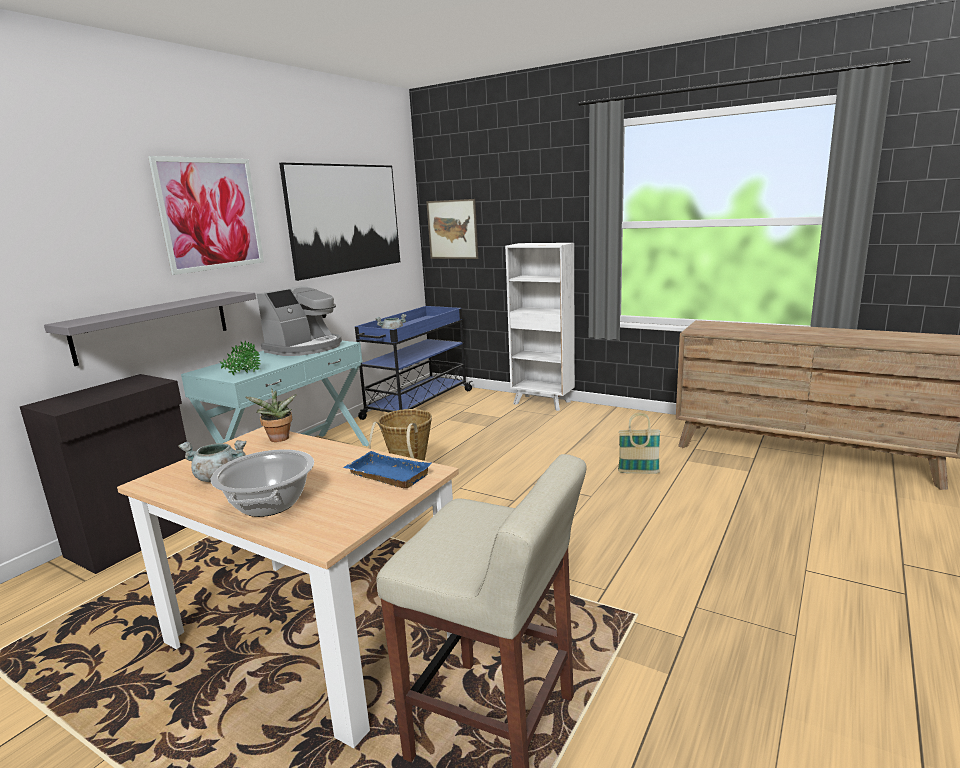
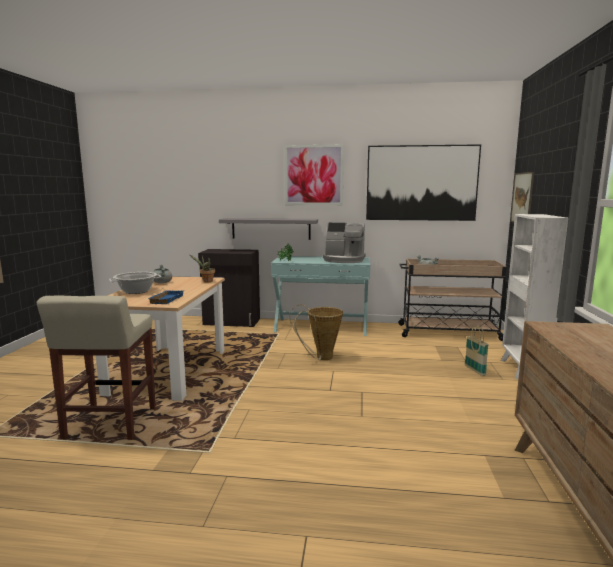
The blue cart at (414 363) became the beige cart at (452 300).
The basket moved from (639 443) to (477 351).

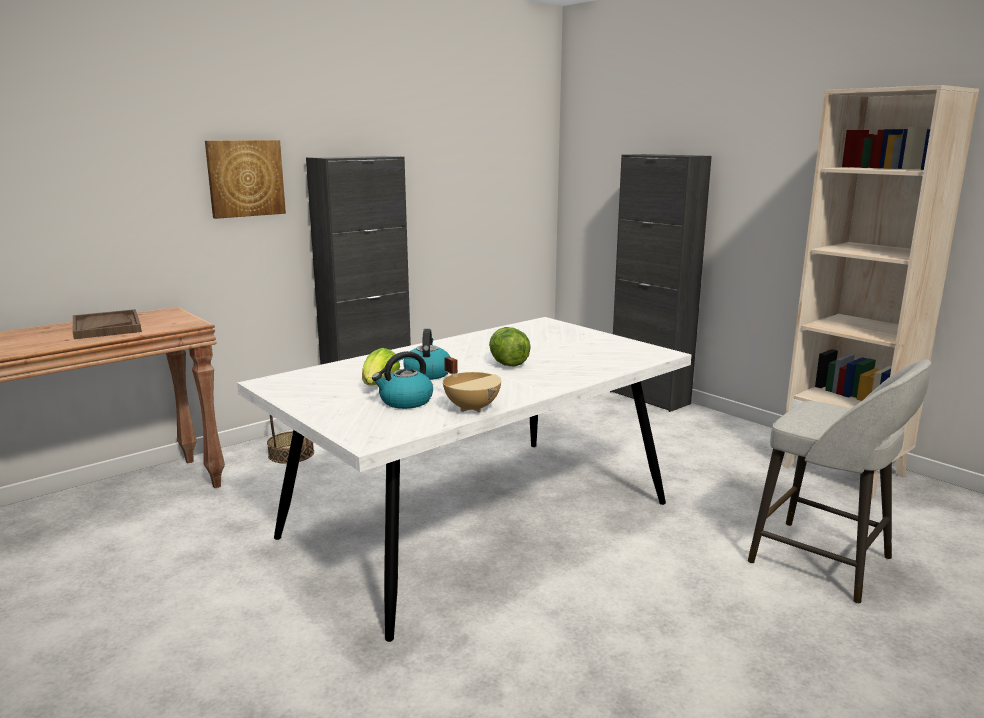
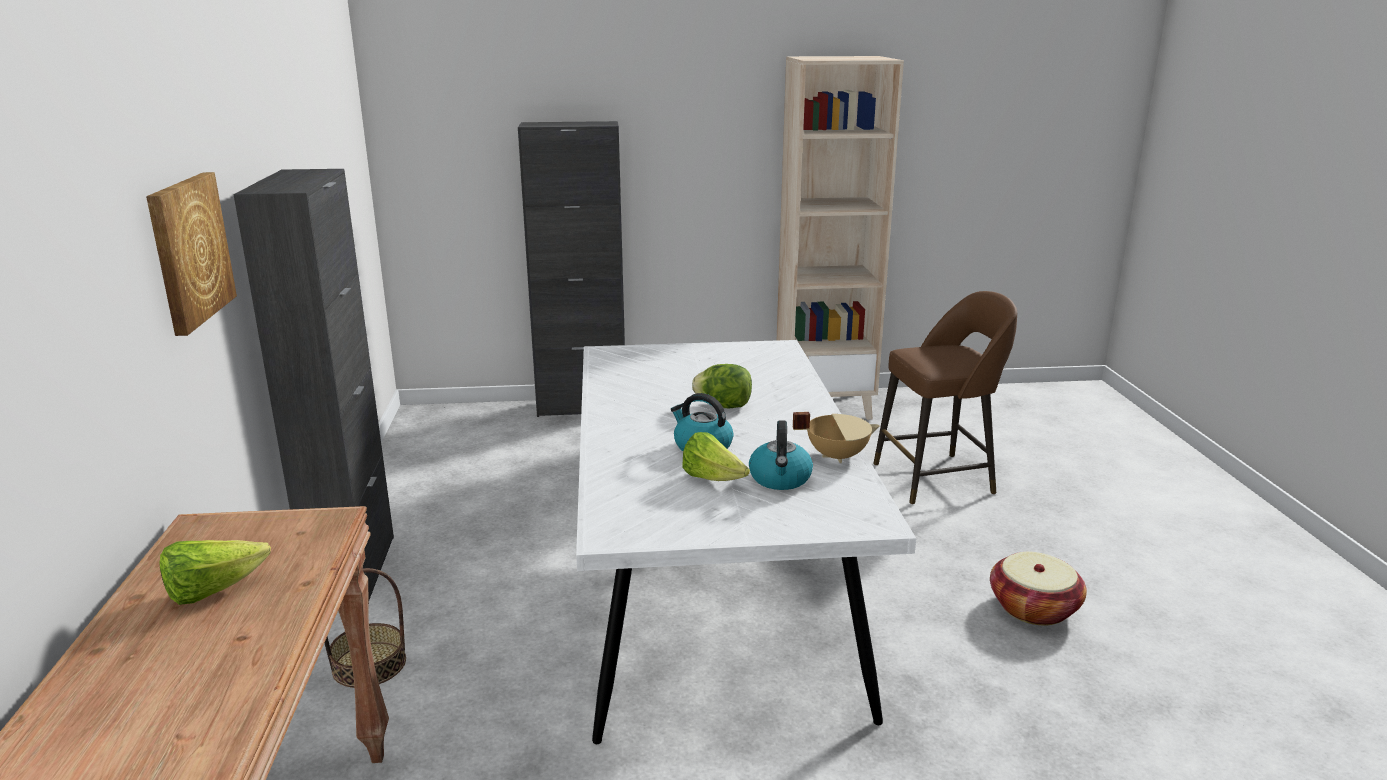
The brown tray at (107 324) was replaced by the lettuce at (215 572).
The grey stool at (839 481) became the brown stool at (945 397).
The basket at (1038 588) appeared.

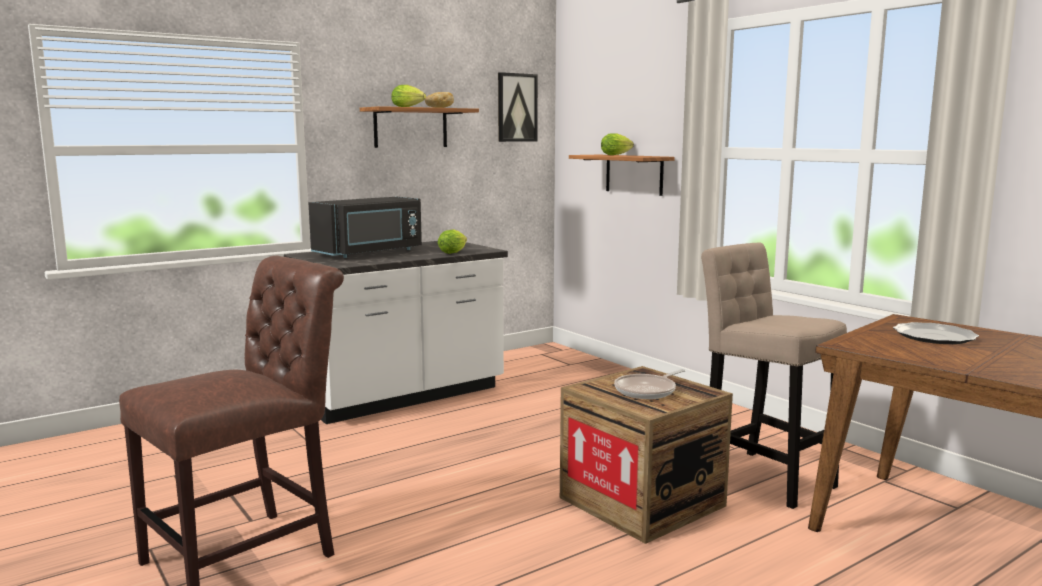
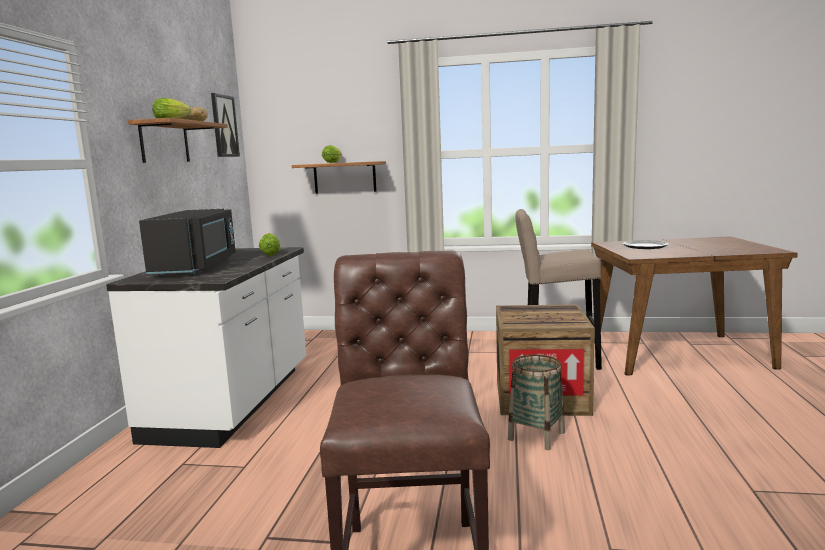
The basket at (536 402) appeared.
The frying pan at (650 384) disappeared.

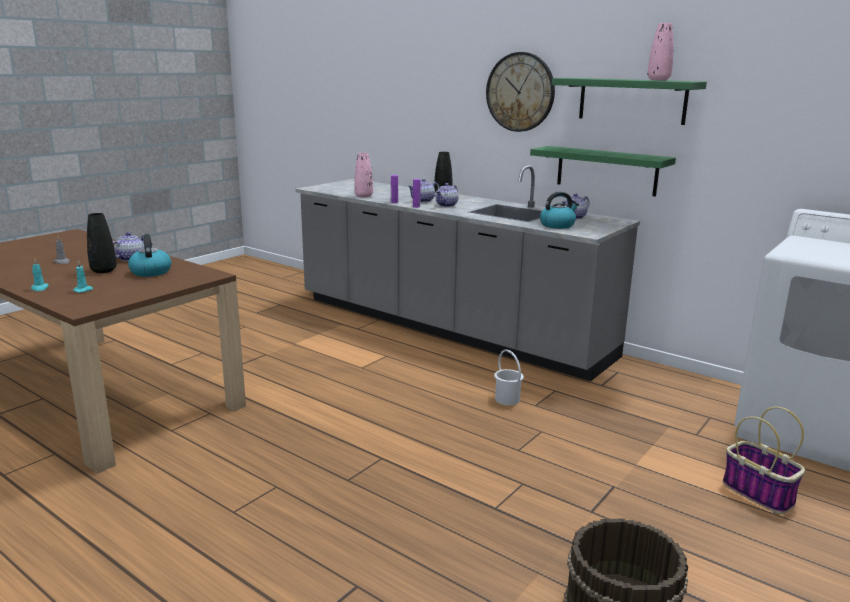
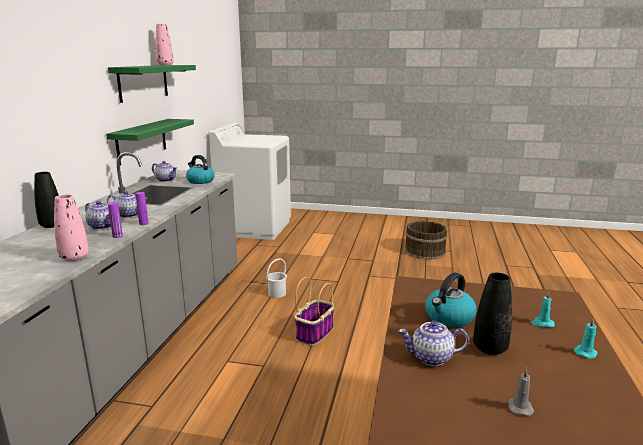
The basket moved from (764 460) to (314 311).
The wall clock at (520 92) disappeared.

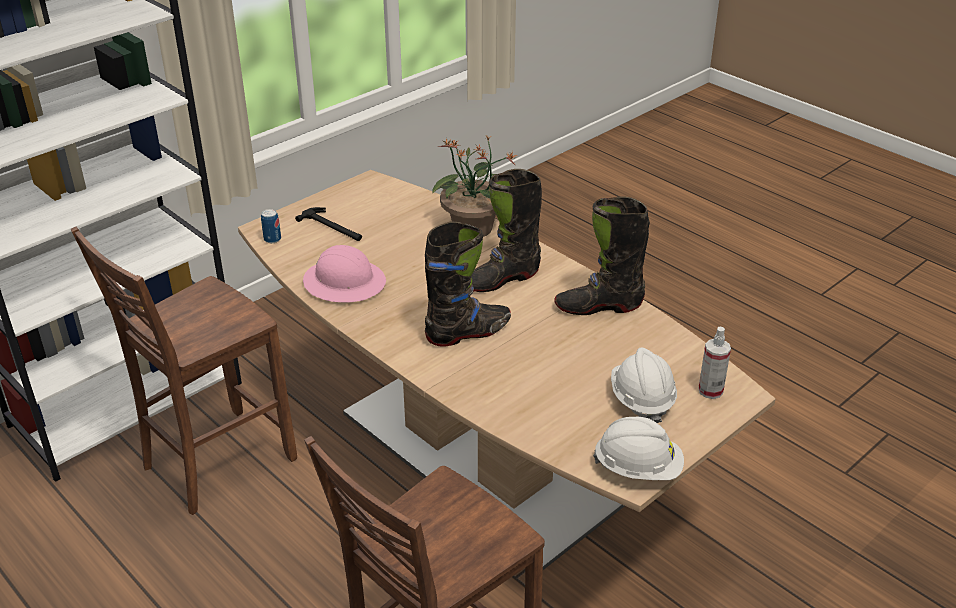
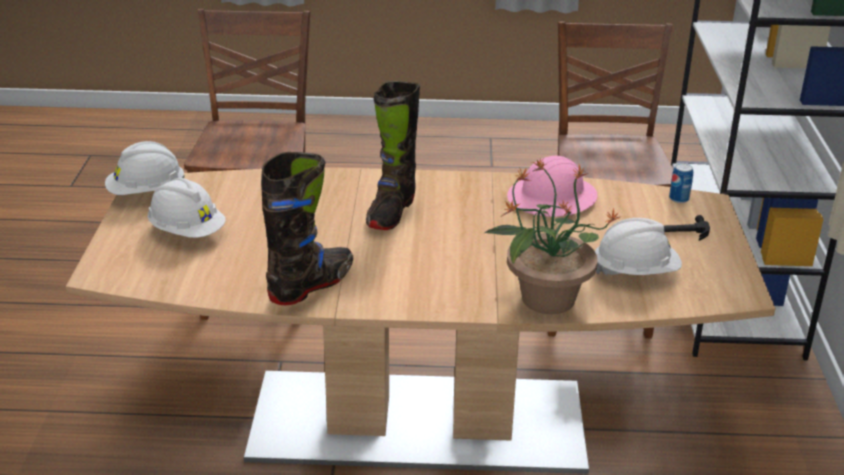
The white hard hat at (638 247) appeared.
The black boot at (506 230) disappeared.
The spray bottle at (714 362) disappeared.

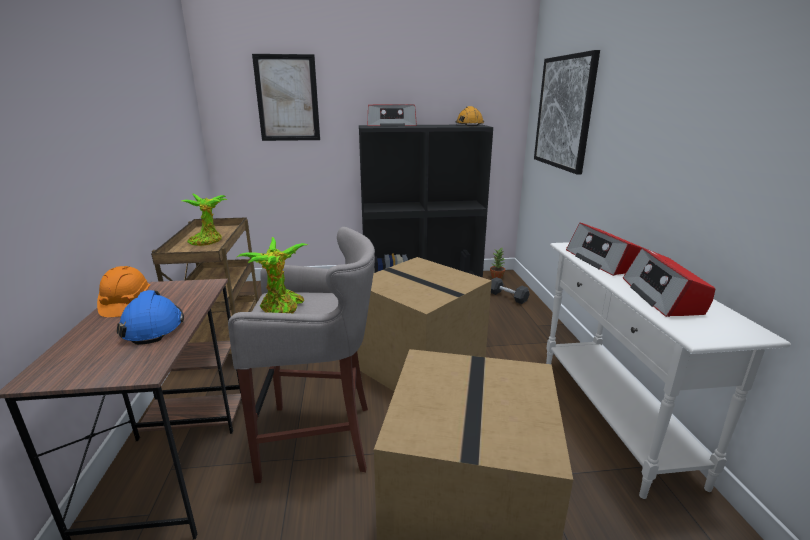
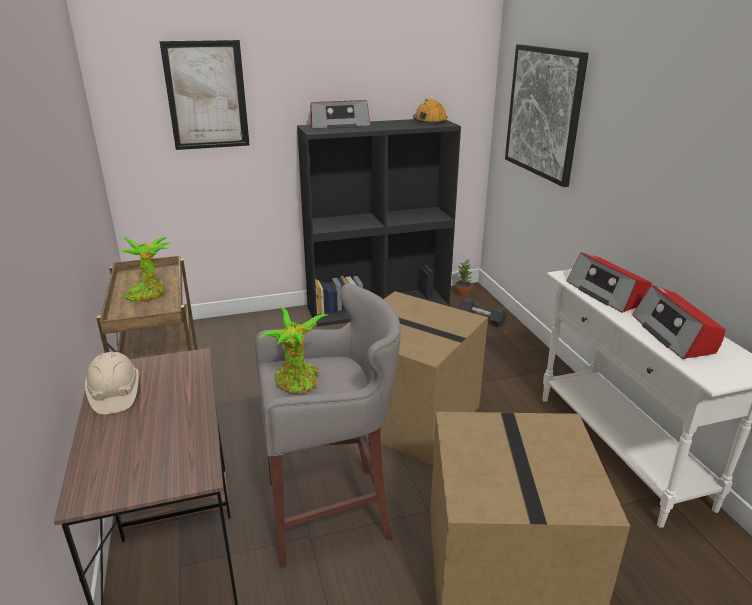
The orange hard hat at (123 291) became the beige hard hat at (112 383).
The blue hard hat at (150 317) disappeared.

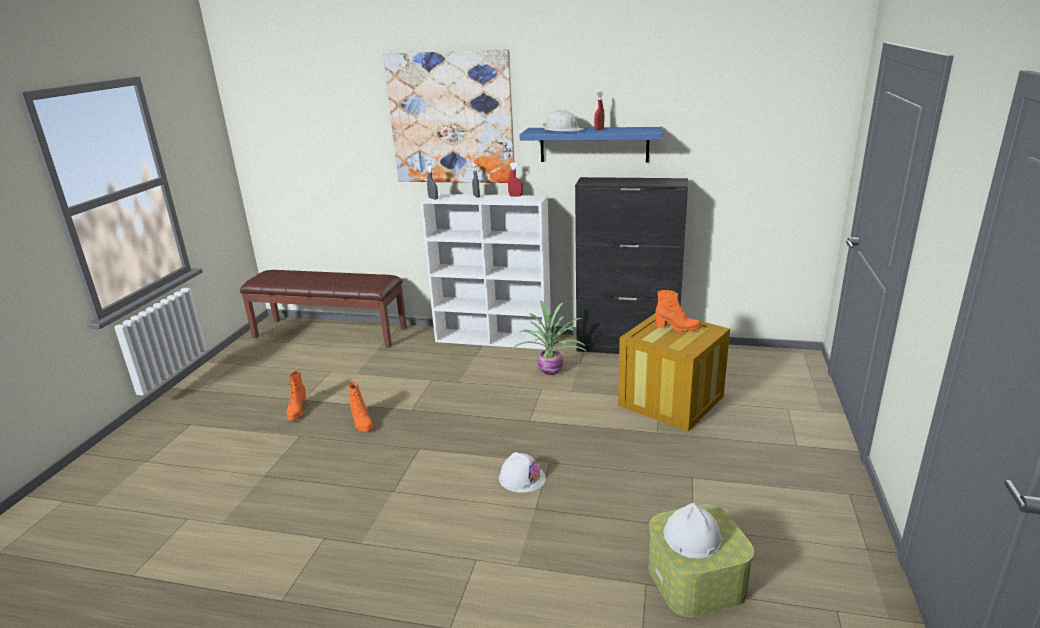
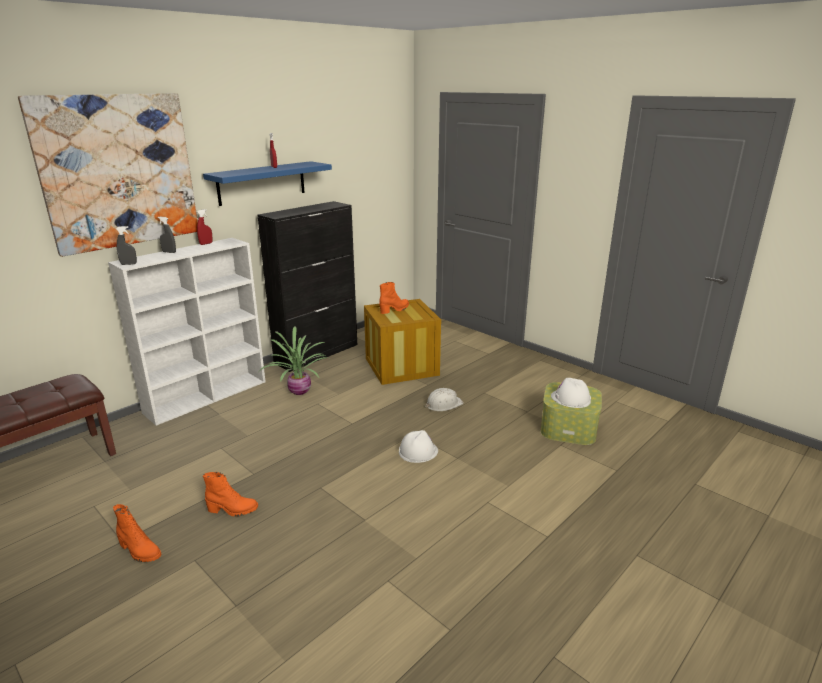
The white hard hat moved from (563 121) to (444 399).

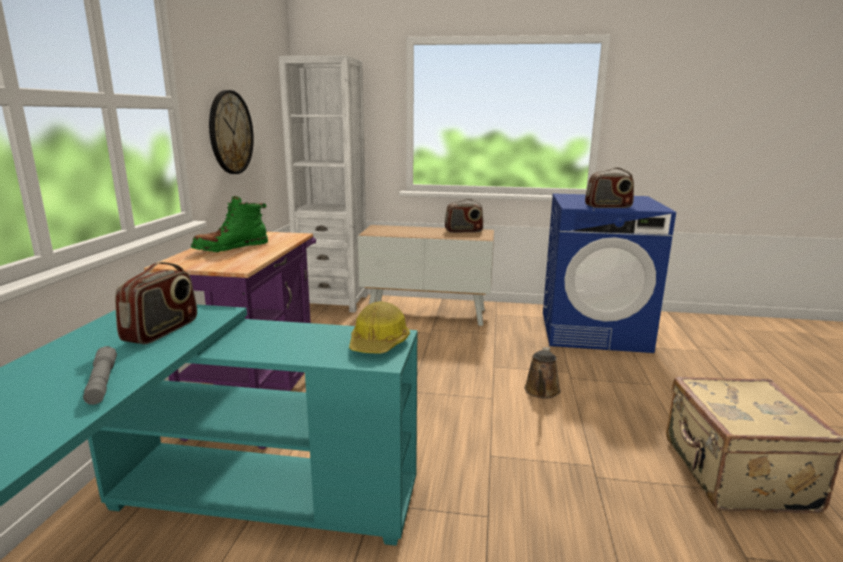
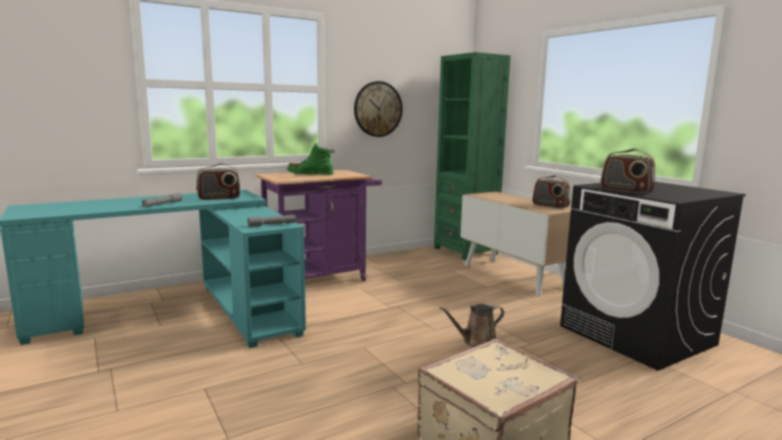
The hard hat at (379 327) was replaced by the grey flashlight at (271 221).
The white bookcase at (323 184) became the green bookcase at (472 156).
The blue washing machine at (609 273) became the black washing machine at (653 276).

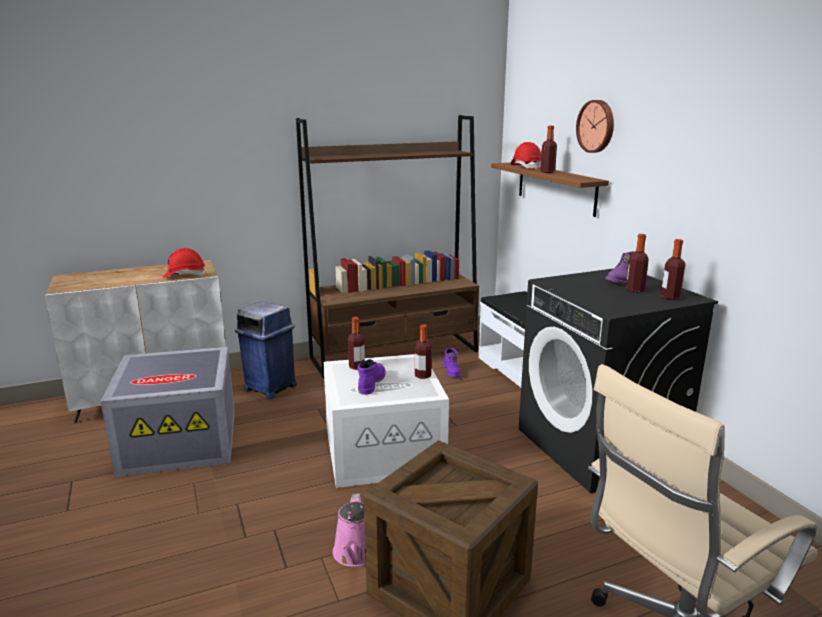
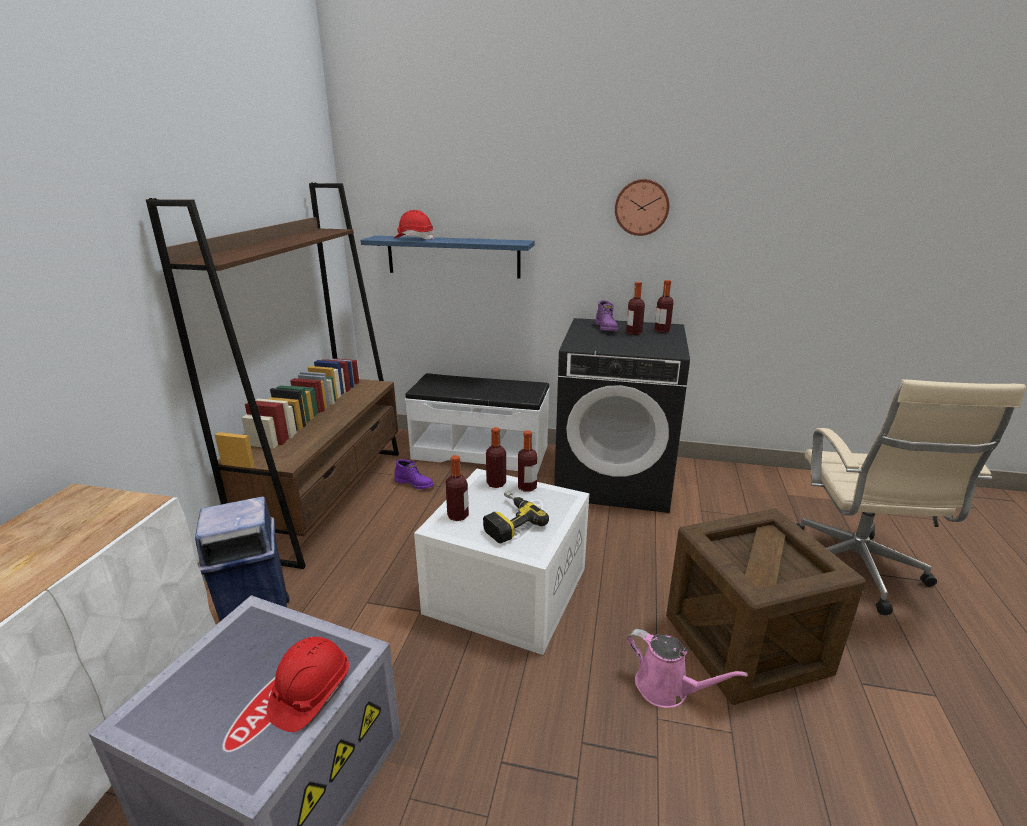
The red hard hat moved from (184 263) to (308 684).
The brown shelf at (550 190) became the blue shelf at (448 257).
The purple boot at (371 377) was replaced by the power drill at (516 516).
The bottle moved from (548 149) to (496 457).
The wall clock moved from (595 126) to (642 207).

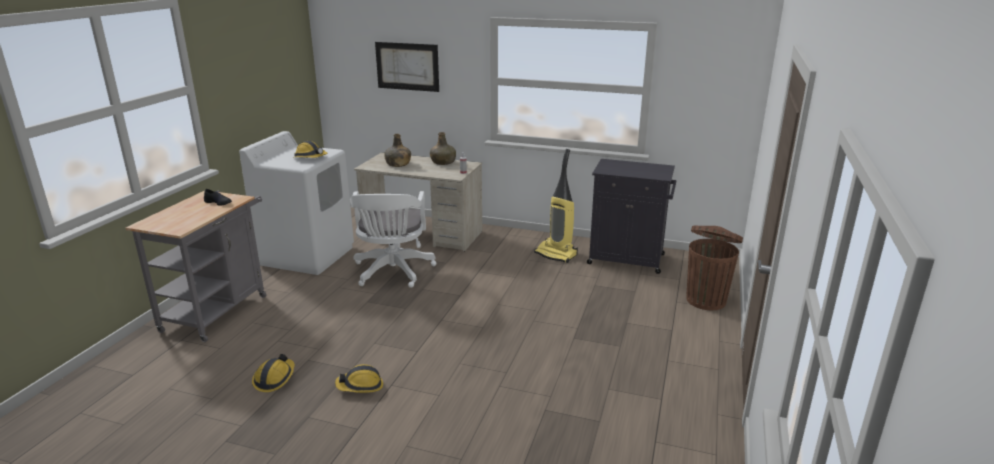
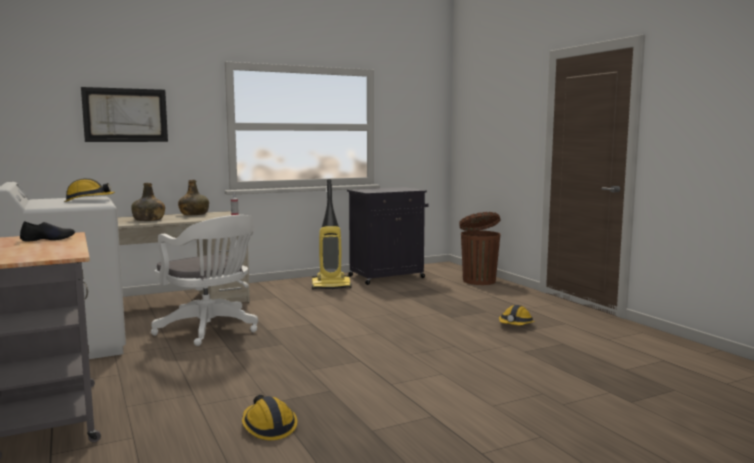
The hard hat moved from (359 378) to (517 315).

